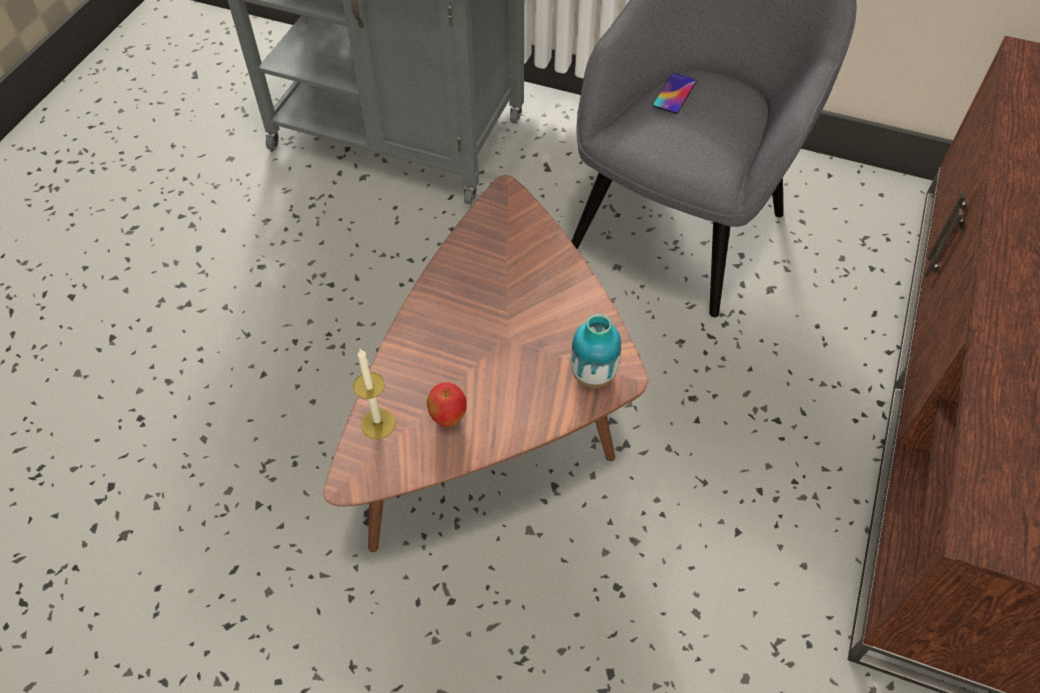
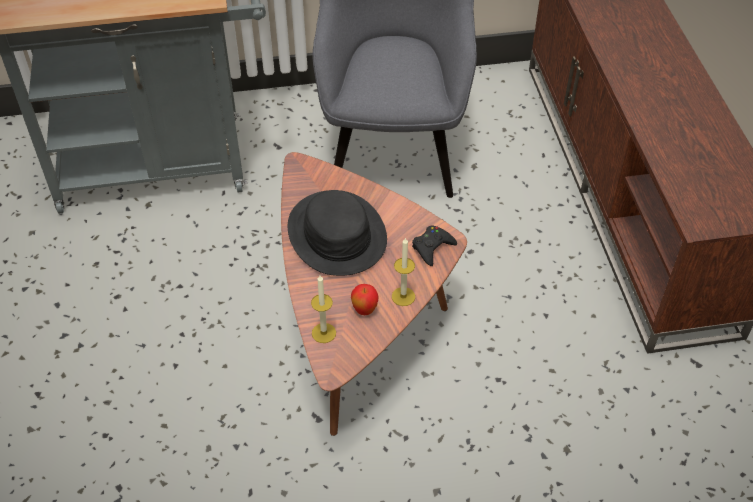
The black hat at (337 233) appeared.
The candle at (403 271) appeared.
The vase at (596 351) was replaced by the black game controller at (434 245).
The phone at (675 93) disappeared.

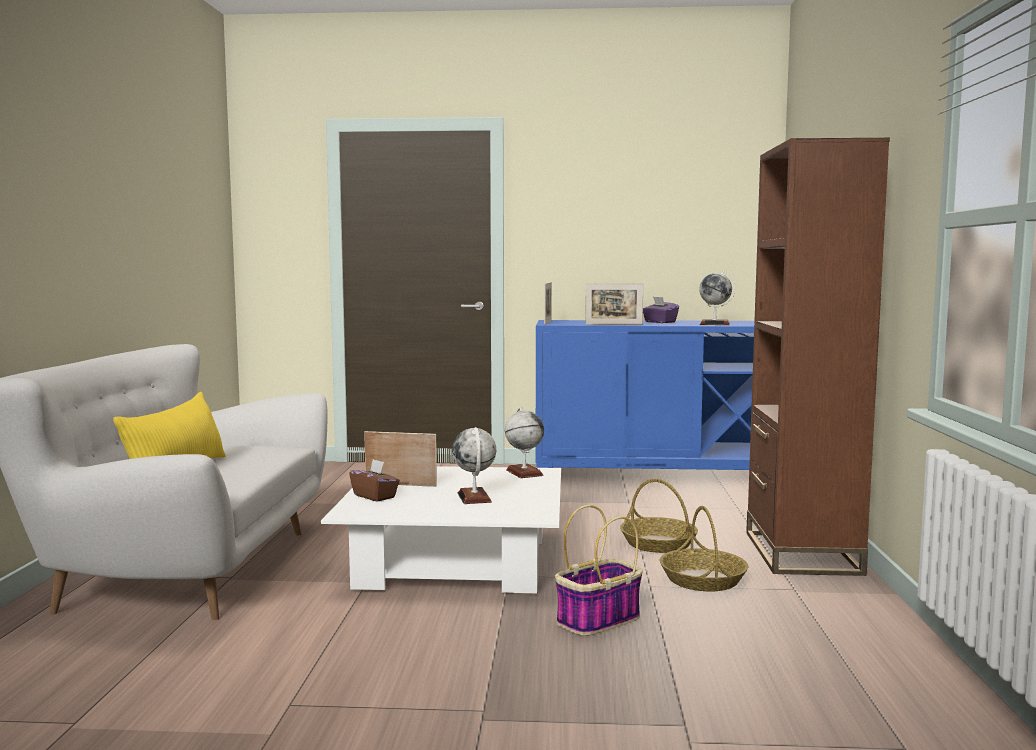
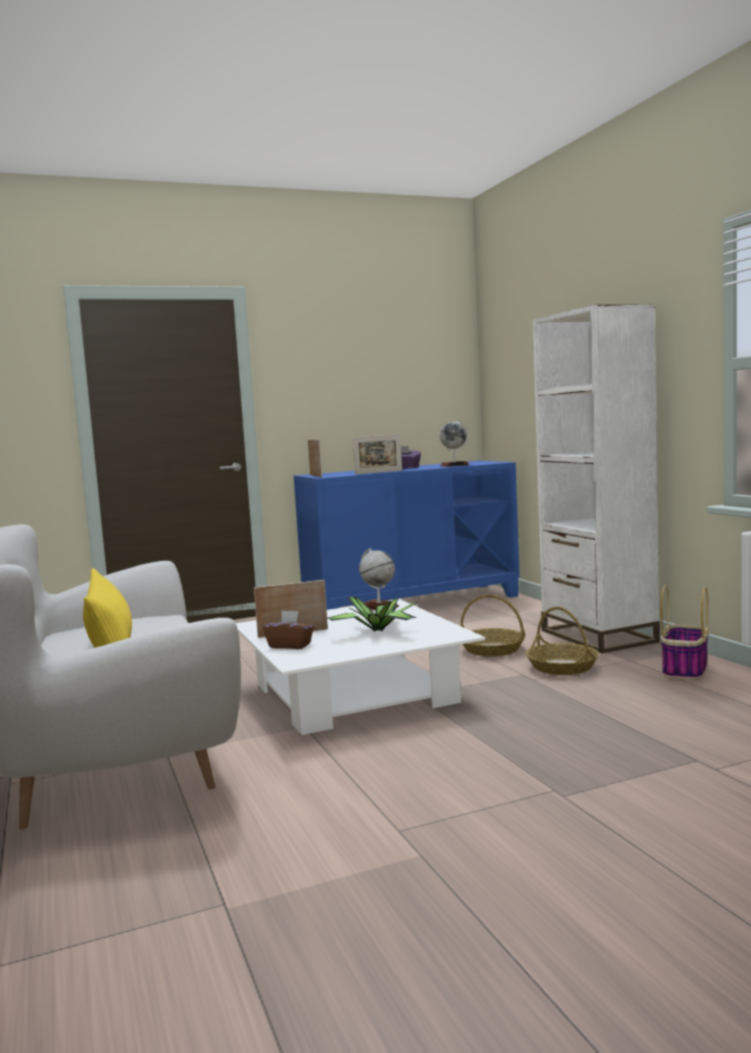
The globe at (474 465) was replaced by the potted plant at (372 614).
The brown bookcase at (818 357) became the white bookcase at (596 479).
The basket moved from (599 570) to (685 632).

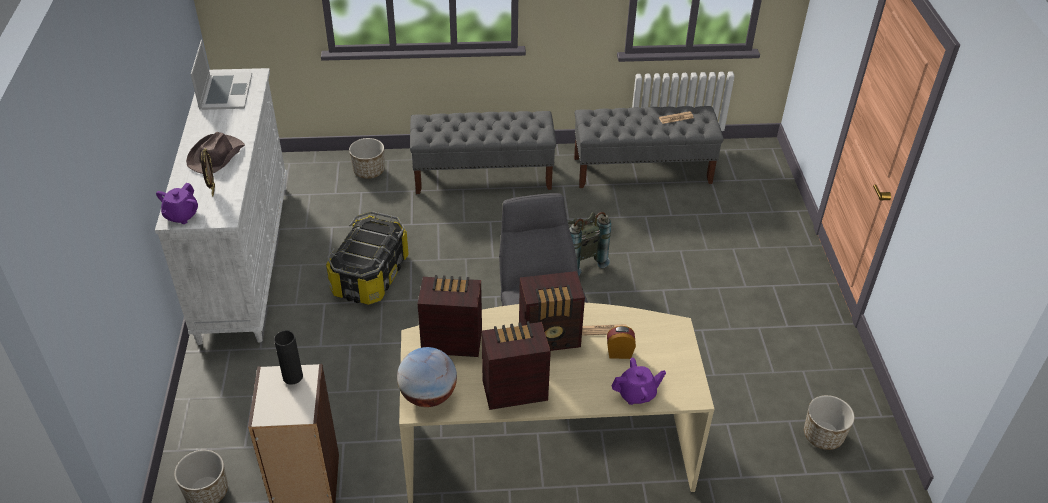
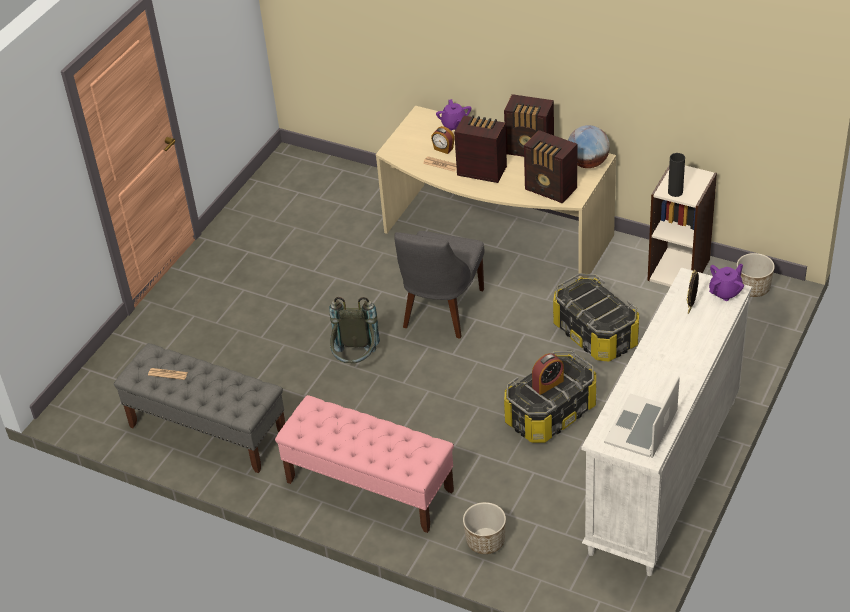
The grey bench at (483 152) became the pink bench at (364 464).
The purple teapot at (638 381) turned 120 degrees counterclockwise.
The alarm clock at (548 374) appeared.
The storage box at (596 317) appeared.
The brown hat at (215 153) disappeared.
The planter at (829 422) disappeared.

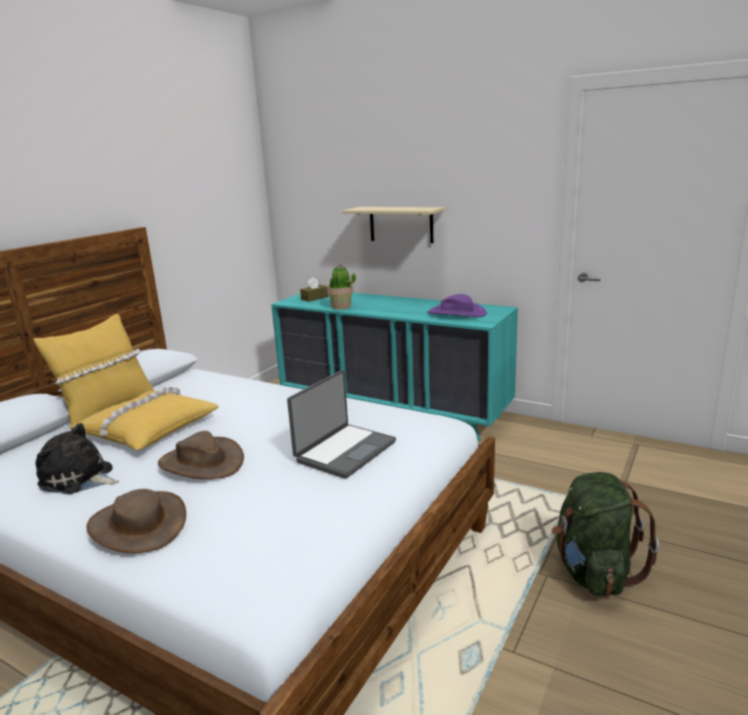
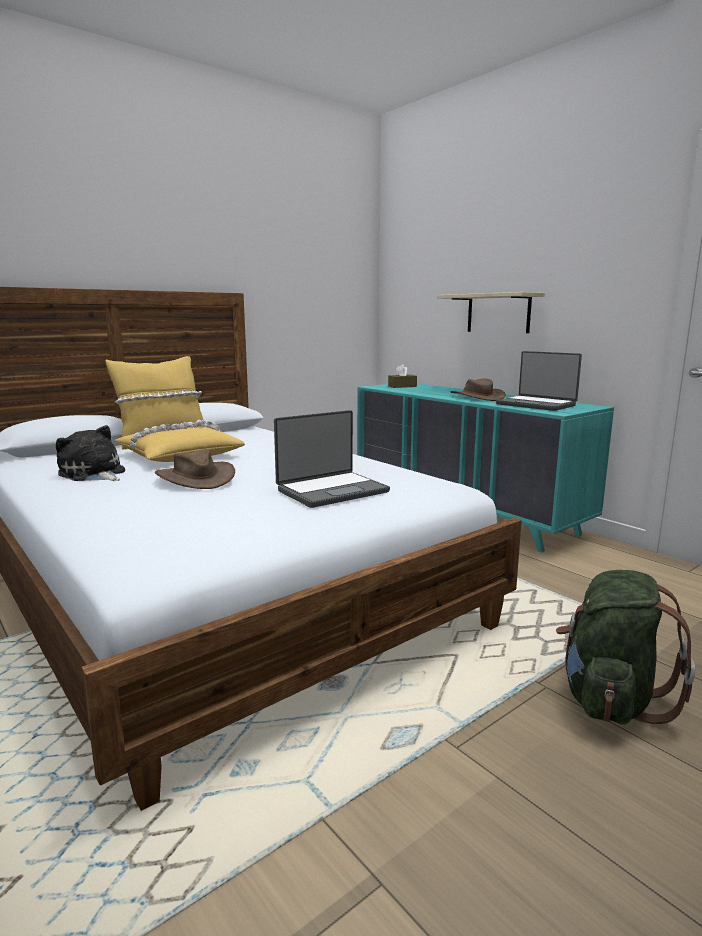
The brown hat moved from (136 521) to (478 390).
The purple hat at (457 305) was replaced by the laptop at (539 381).
The potted plant at (341 287) disappeared.

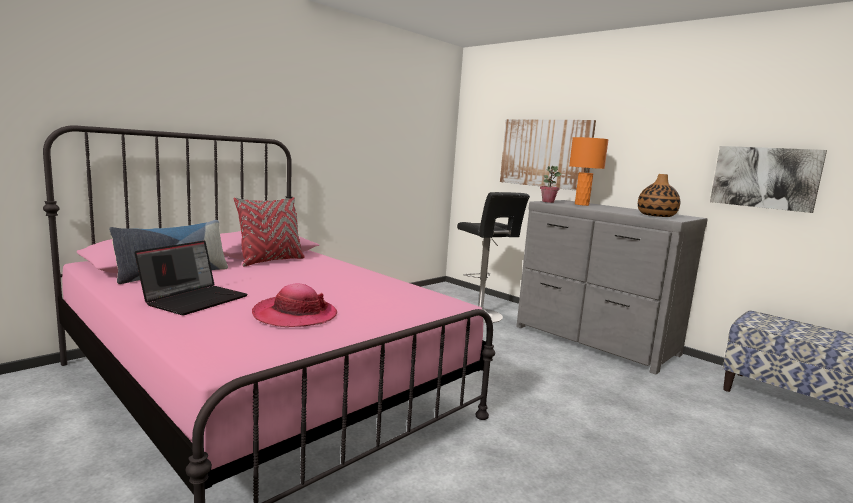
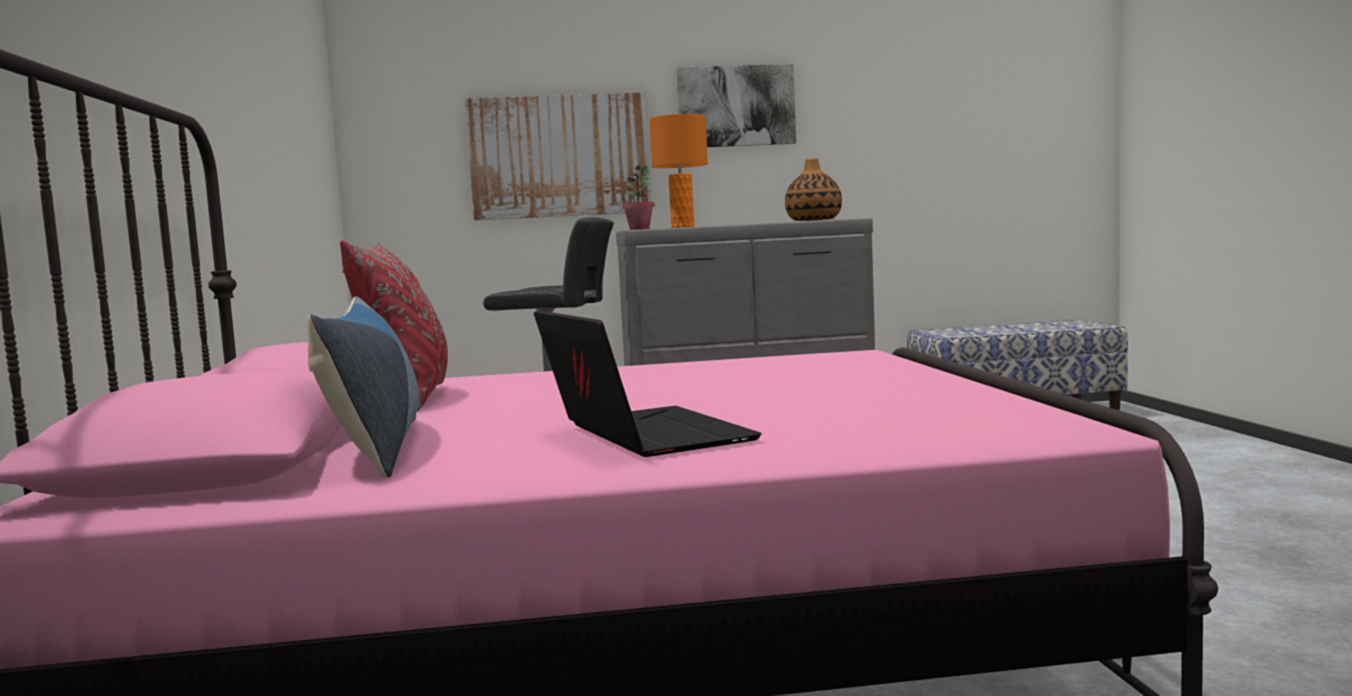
The picture moved from (768 179) to (736 105).
The hat at (294 305) disappeared.

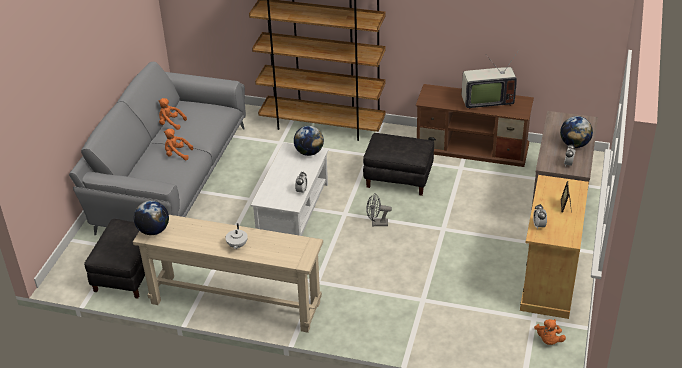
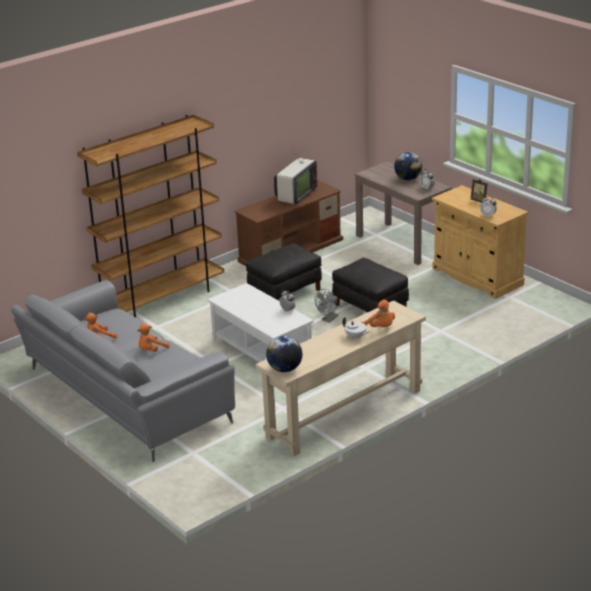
The black ottoman moved from (114 259) to (370 285).
The orange plush toy moved from (550 332) to (378 313).
The globe at (309 141) disappeared.

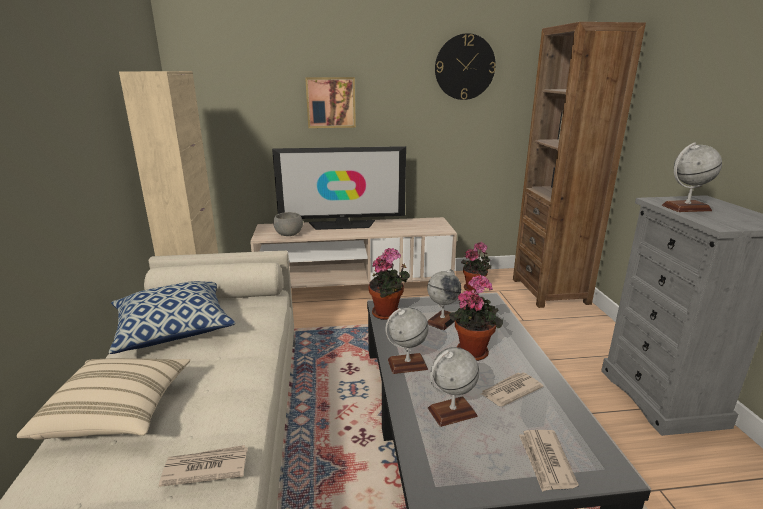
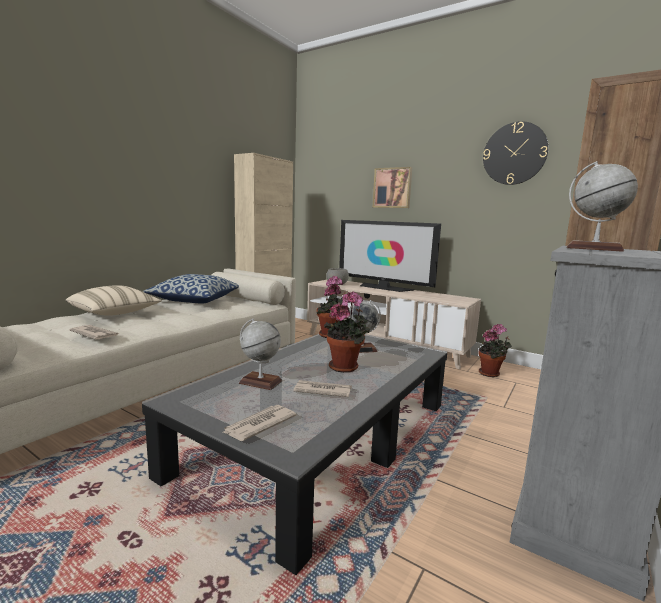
The globe at (407 341) disappeared.

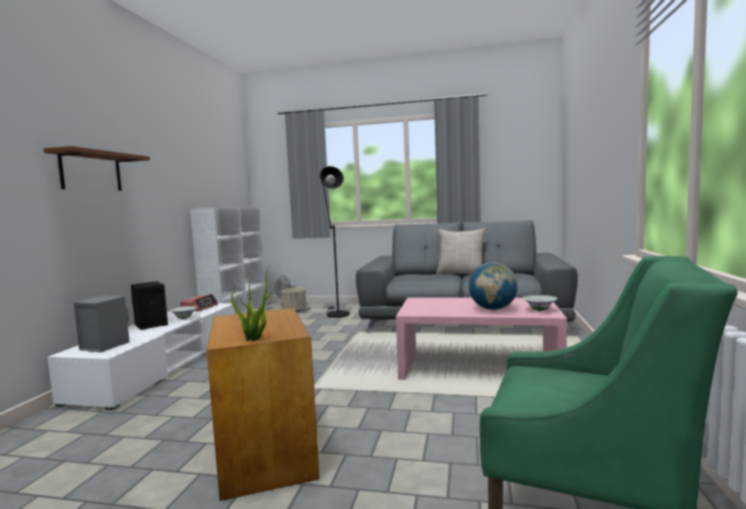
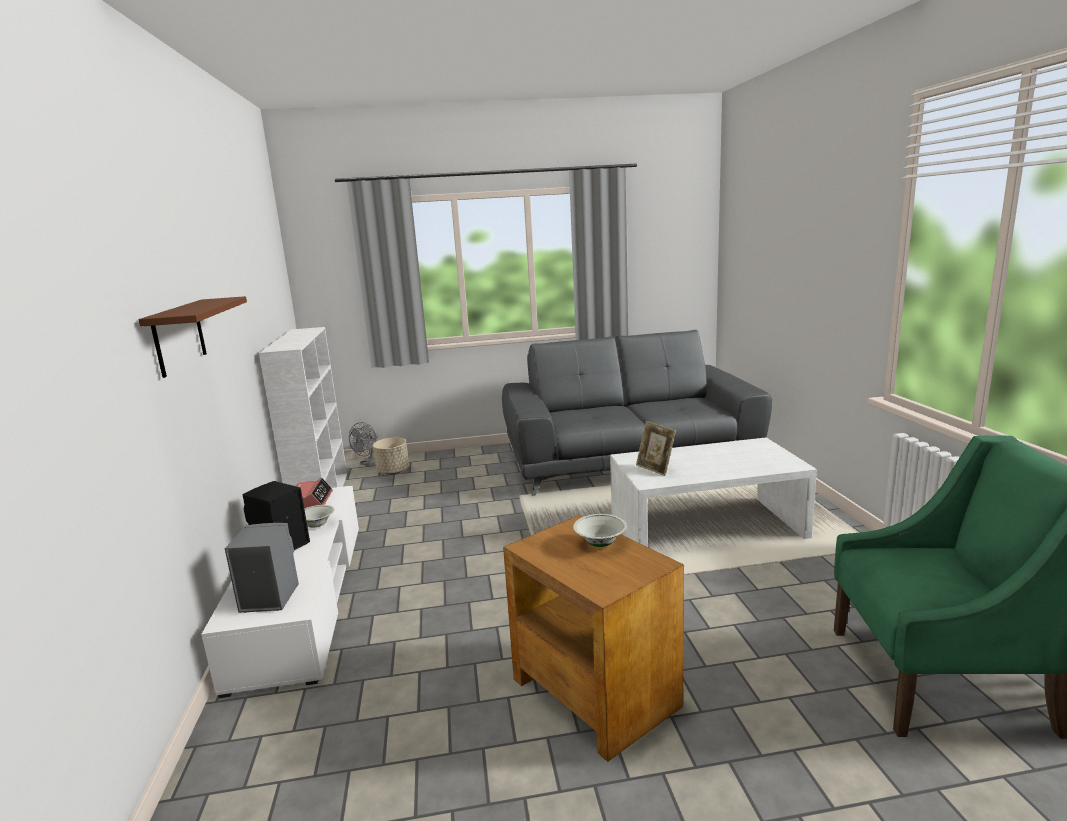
The white bowl moved from (540 303) to (600 530).
The pink coffee table at (481 338) became the white coffee table at (713 492).
The picture frame at (656 448) appeared.
The potted plant at (253 305) disappeared.
The black floor lamp at (335 242) disappeared.
The beige pillow at (461 251) disappeared.
The globe at (493 286) disappeared.

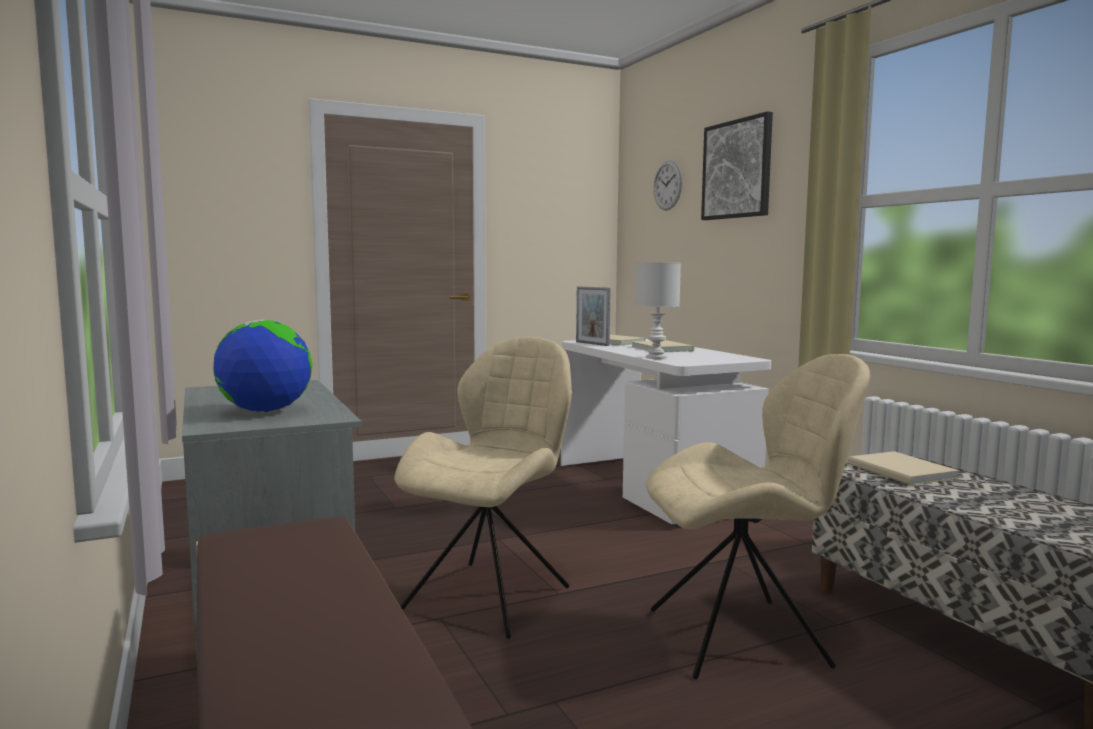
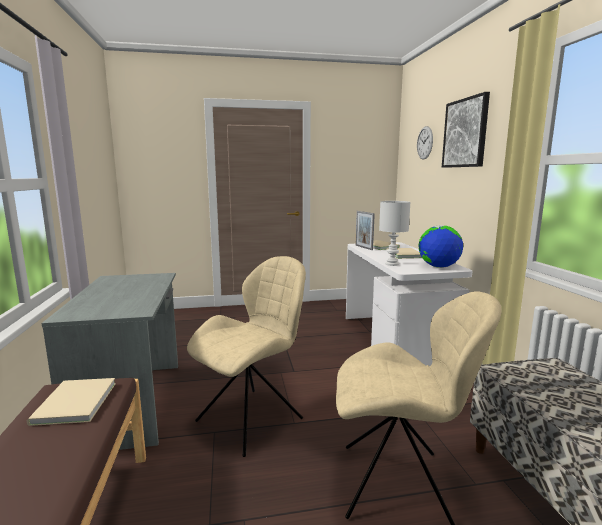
The beige book moved from (903 468) to (71 402).
The globe moved from (263 366) to (440 246).

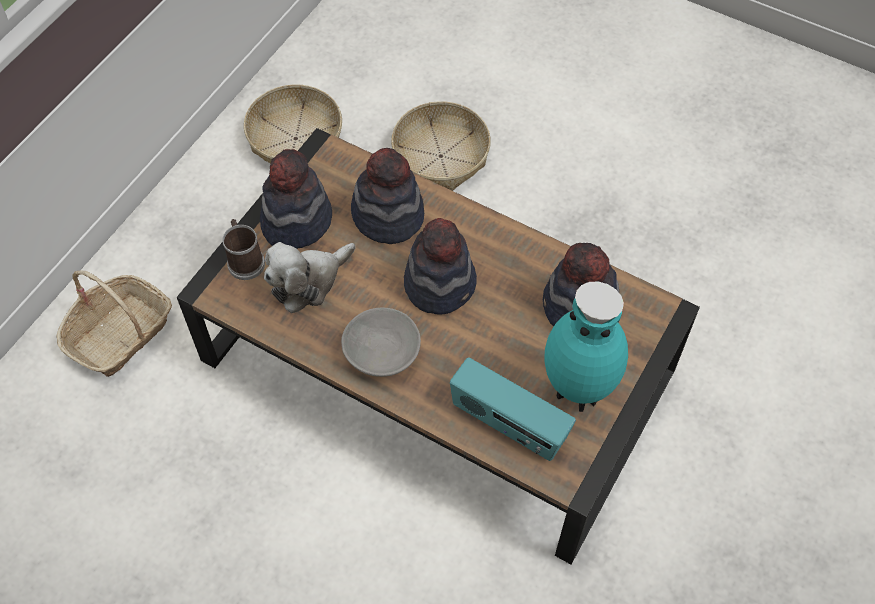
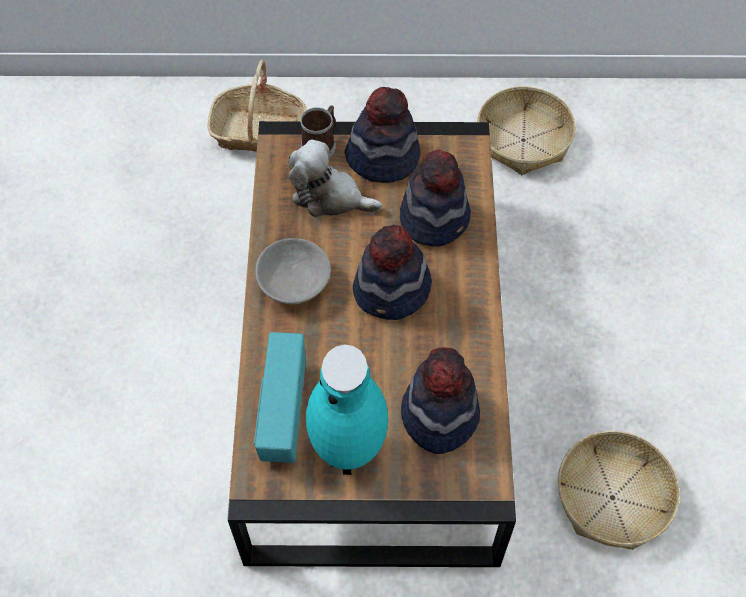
The basket moved from (441 146) to (619 490).

